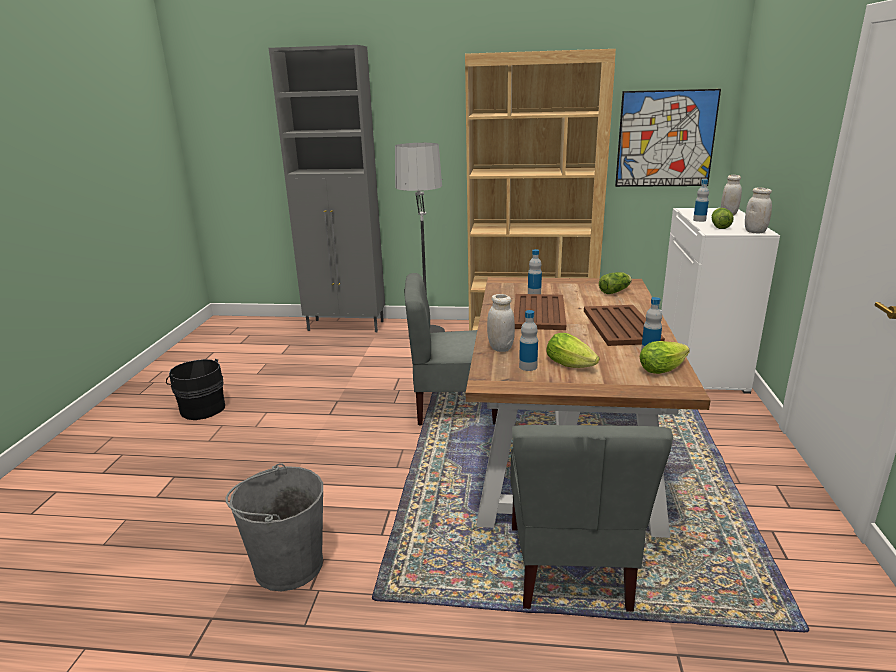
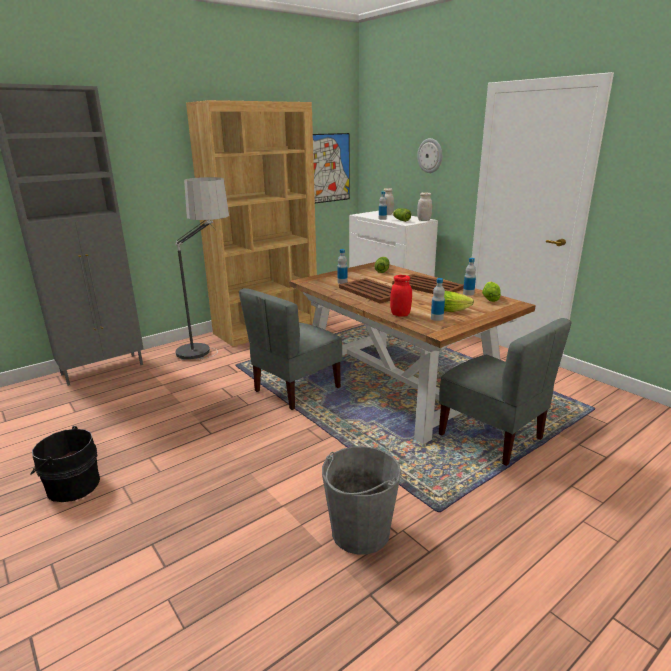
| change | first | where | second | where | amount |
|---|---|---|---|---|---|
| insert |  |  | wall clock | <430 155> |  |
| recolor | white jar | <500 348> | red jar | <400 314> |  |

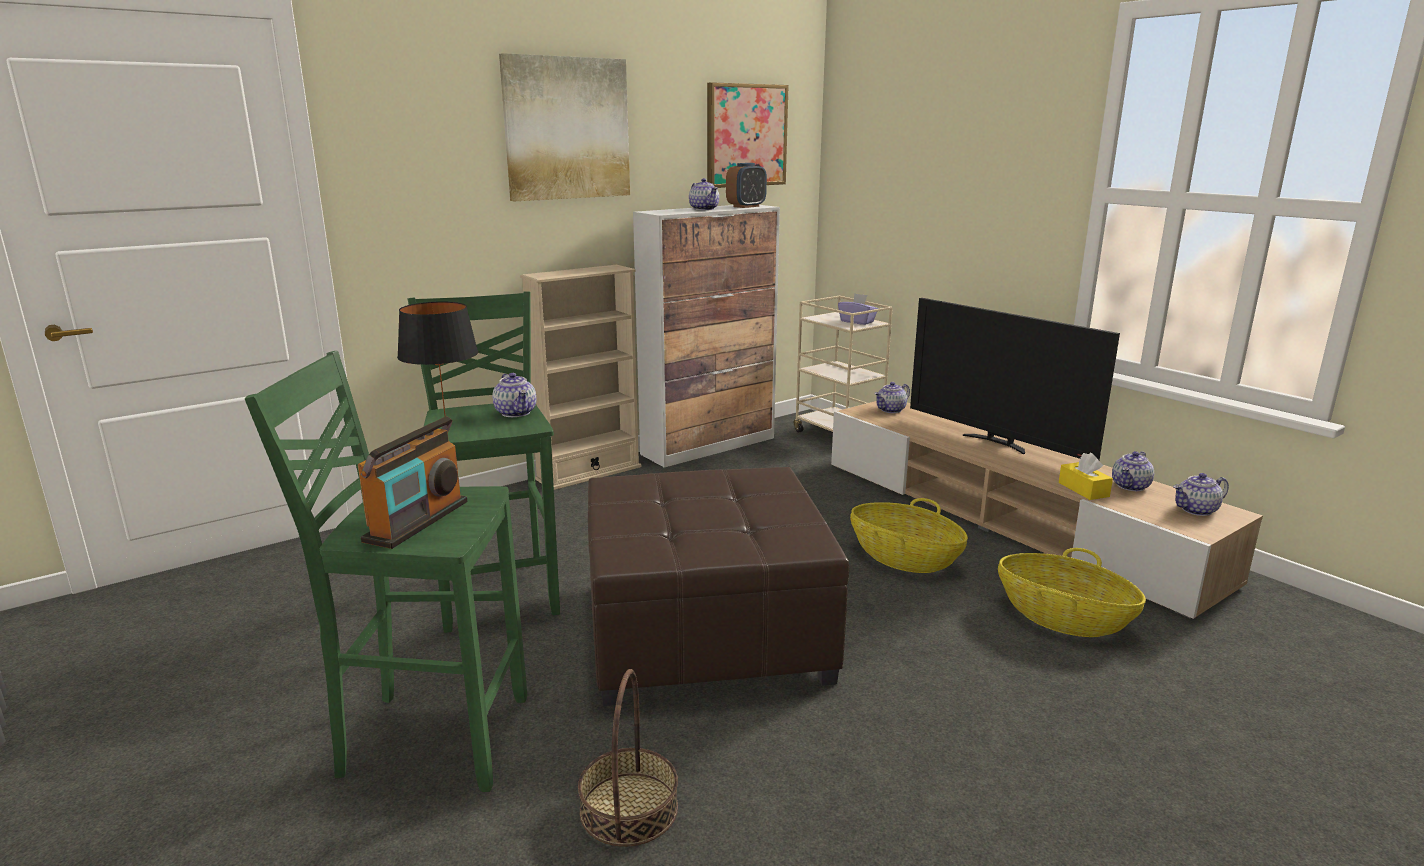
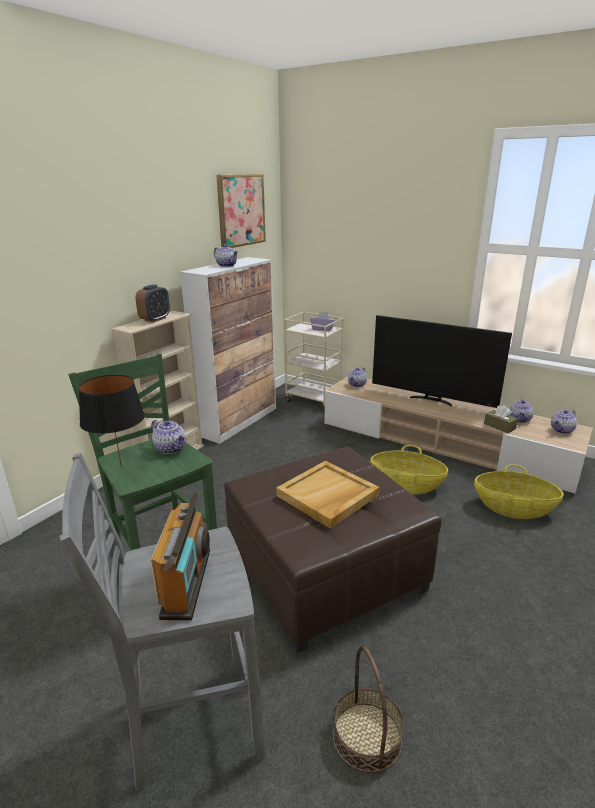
| change | first | where | second | where | amount |
|---|---|---|---|---|---|
| delete | picture | <566 129> |  |  |  |
| insert |  |  | beige tray | <327 496> |  |
| move | alarm clock | <746 206> |  | <155 319> |  |
| recolor | green stool | <431 737> | grey stool | <190 722> |  |
| recolor | yellow tissue box | <1083 489> | brown tissue box | <499 426> |  |

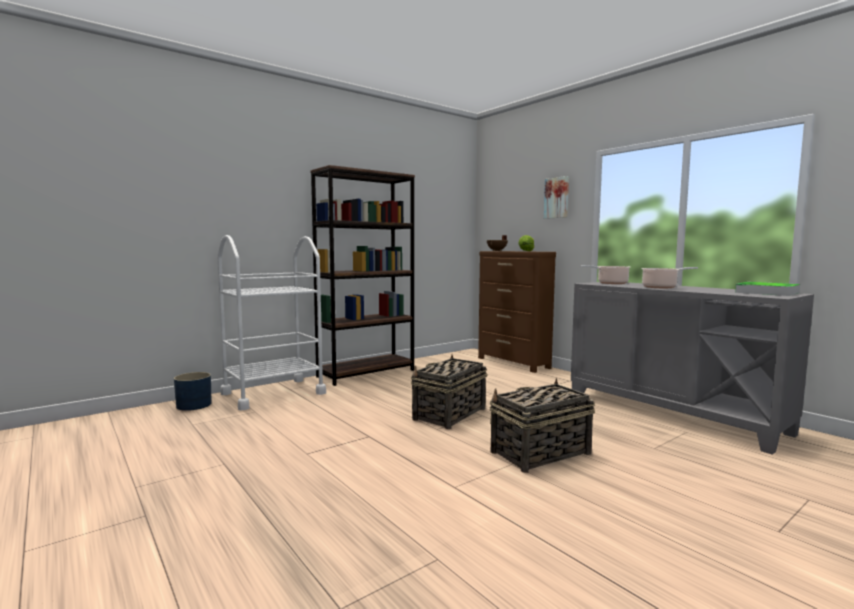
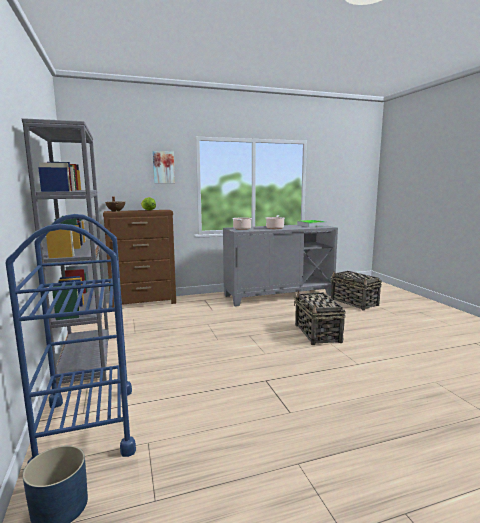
| change | first | where | second | where | amount |
|---|---|---|---|---|---|
| move | basket | <449 414> |  | <354 302> |  |
| recolor | white cart | <273 393> | blue cart | <88 426> |  |
| recolor | brown bookcase | <366 373> | grey bookcase | <85 360> |  |

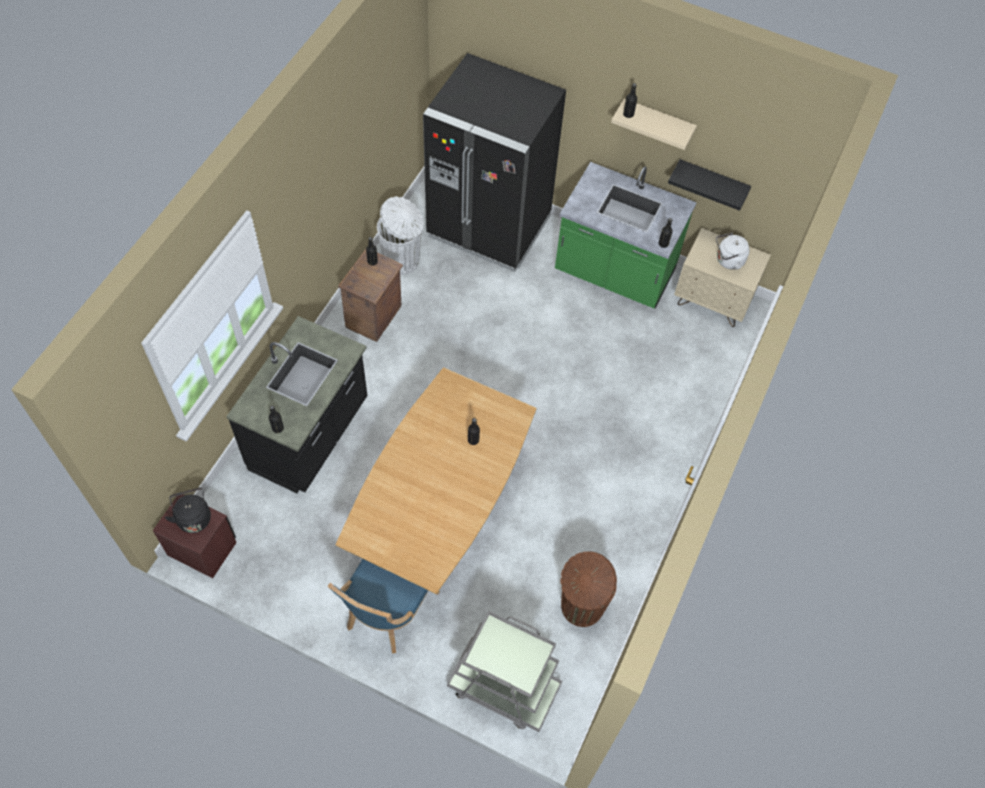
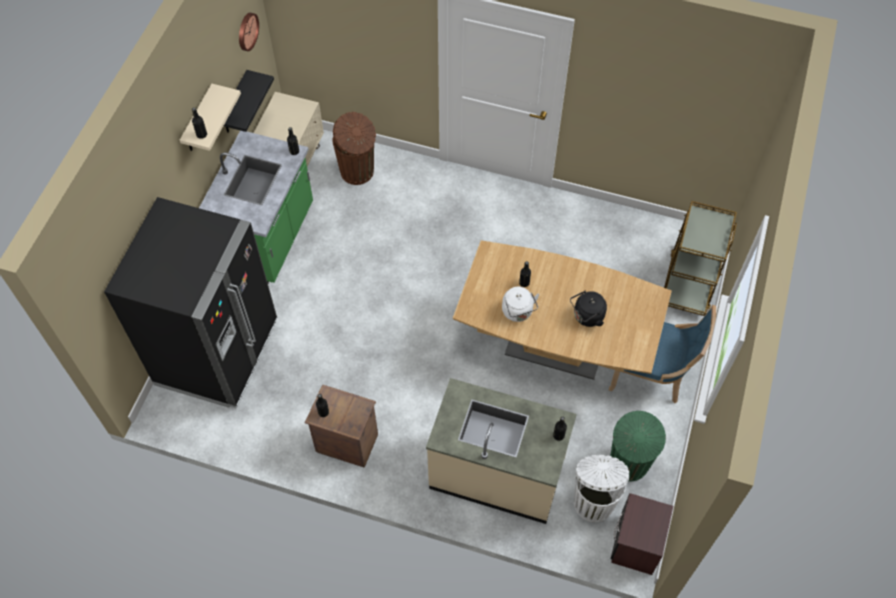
| change | first | where | second | where | amount |
|---|---|---|---|---|---|
| insert |  |  | wall clock | <246 31> |  |
| insert |  |  | green trash can | <628 464> |  |
| move | black kettle | <193 517> |  | <587 317> |  |
| move | white trash can | <402 261> |  | <593 501> |  |
| move | brown trash can | <581 607> |  | <358 172> |  |
| move | white kettle | <728 261> |  | <518 312> |  |
| recolor | black counter | <310 436> | beige counter | <497 473> |  |
| recolor | grey cart | <503 687> | brown cart | <689 282> |  |

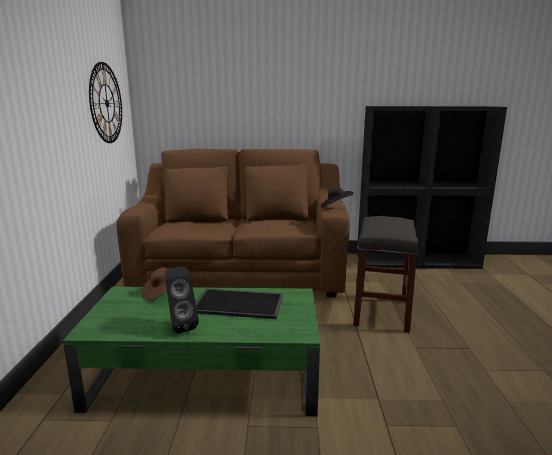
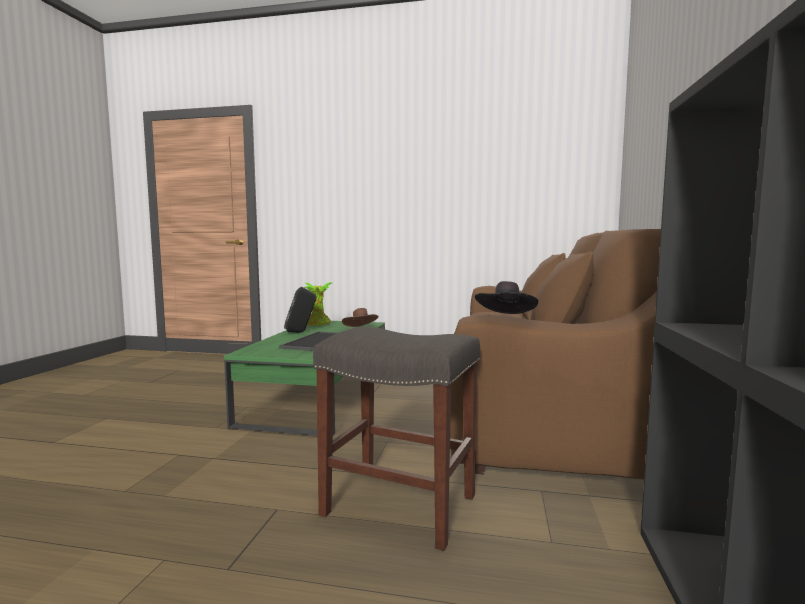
| change | first | where | second | where | amount |
|---|---|---|---|---|---|
| delete | wall clock | <106 103> |  |  |  |
| insert |  |  | potted plant | <318 324> |  |

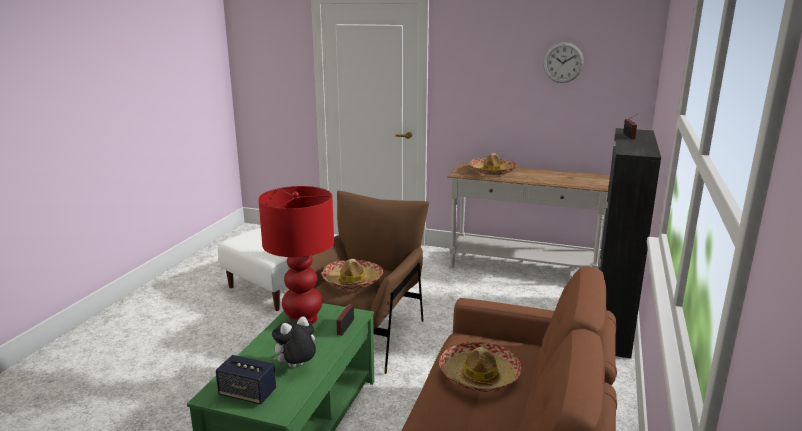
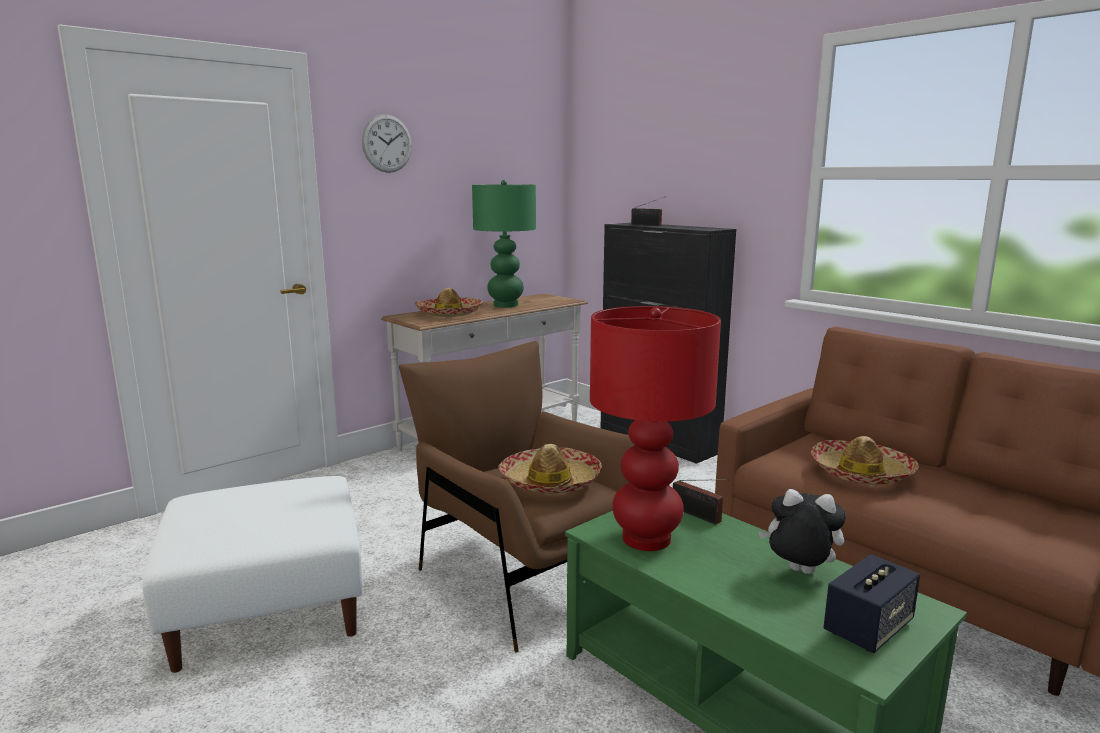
| change | first | where | second | where | amount |
|---|---|---|---|---|---|
| insert |  |  | green table lamp | <506 305> |  |
| move | wall clock | <563 62> |  | <387 143> |  |
| rotate | plush toy | <296 367> |  | <798 573> | 120 degrees clockwise |

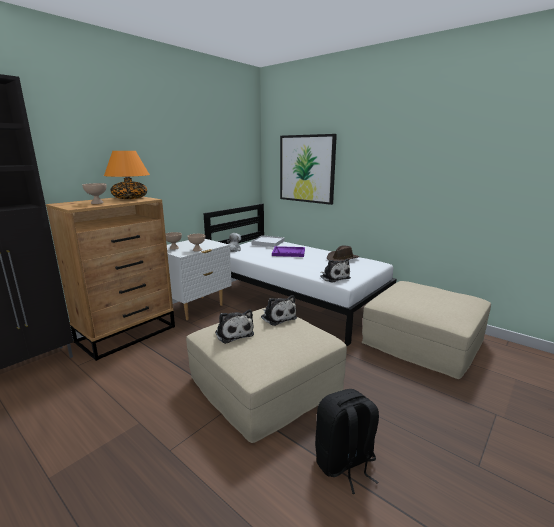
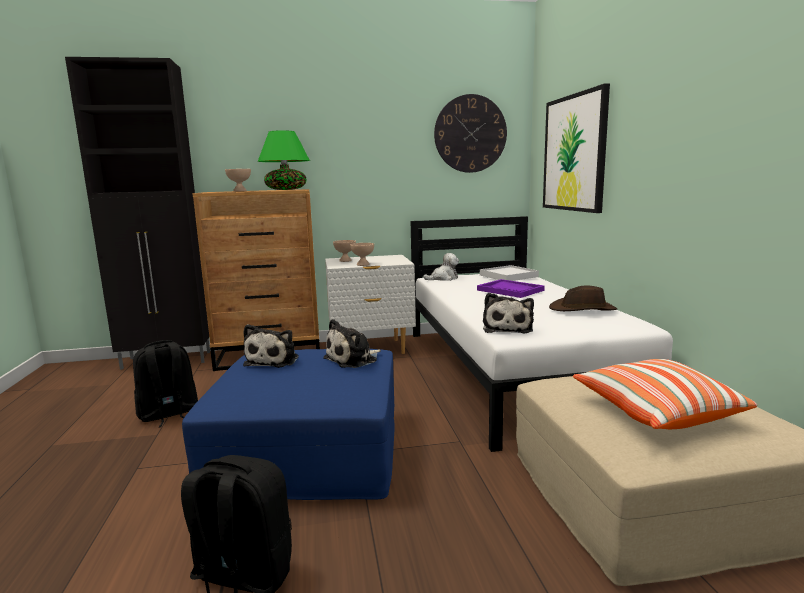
| change | first | where | second | where | amount |
|---|---|---|---|---|---|
| insert |  |  | black backpack | <168 414> |  |
| insert |  |  | wall clock | <470 134> |  |
| insert |  |  | pillow | <655 412> |  |
| recolor | orange table lamp | <130 198> | green table lamp | <286 189> |  |
| recolor | beige ottoman | <264 384> | blue ottoman | <308 450> |  |
| rotate | plush toy | <277 317> |  | <353 359> | 45 degrees clockwise |

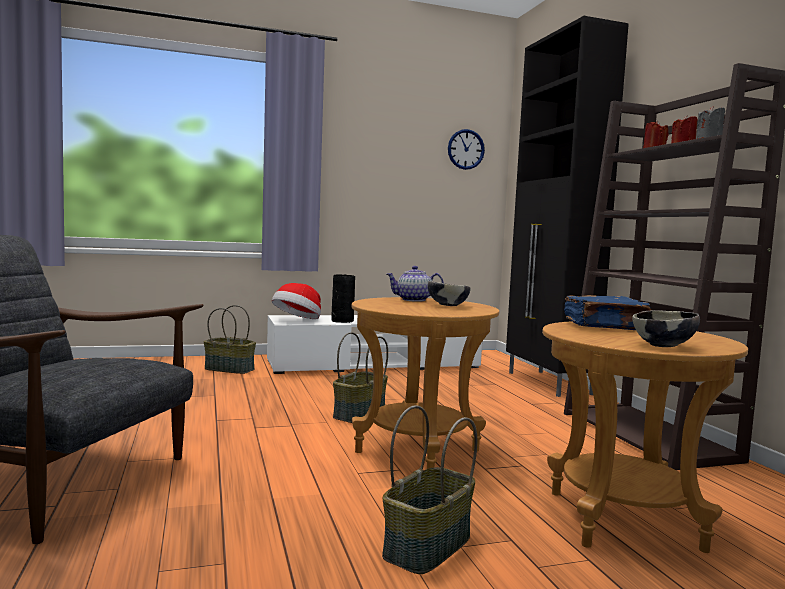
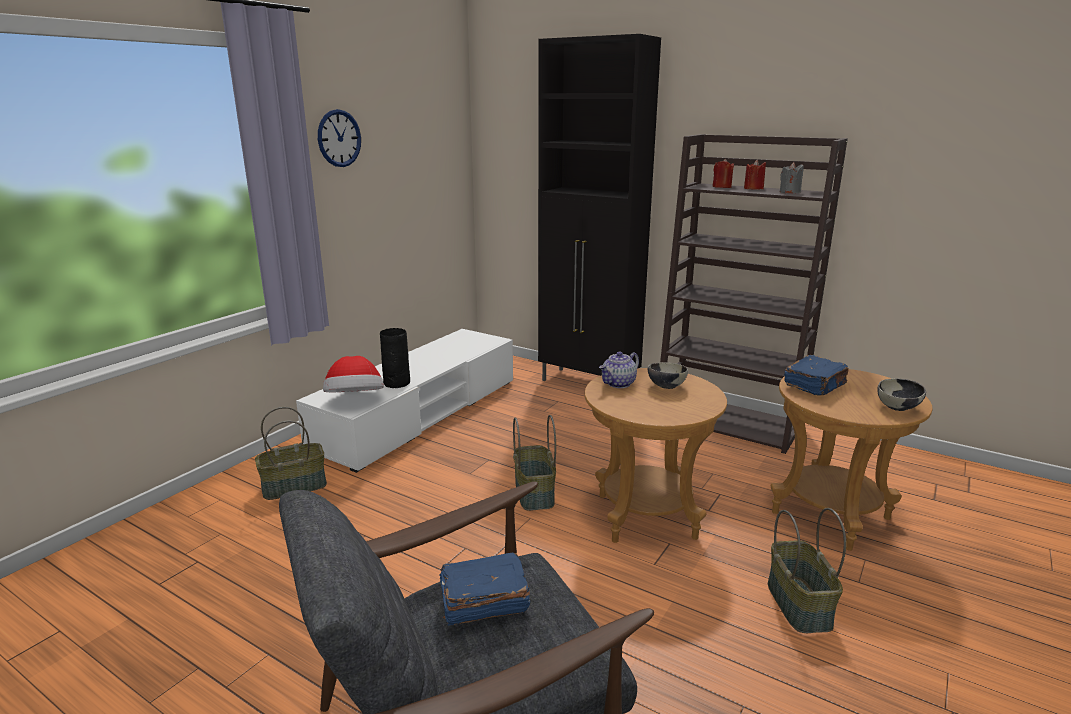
| change | first | where | second | where | amount |
|---|---|---|---|---|---|
| insert |  |  | blue book | <483 602> |  |
| move | wall clock | <466 149> |  | <339 138> |  |

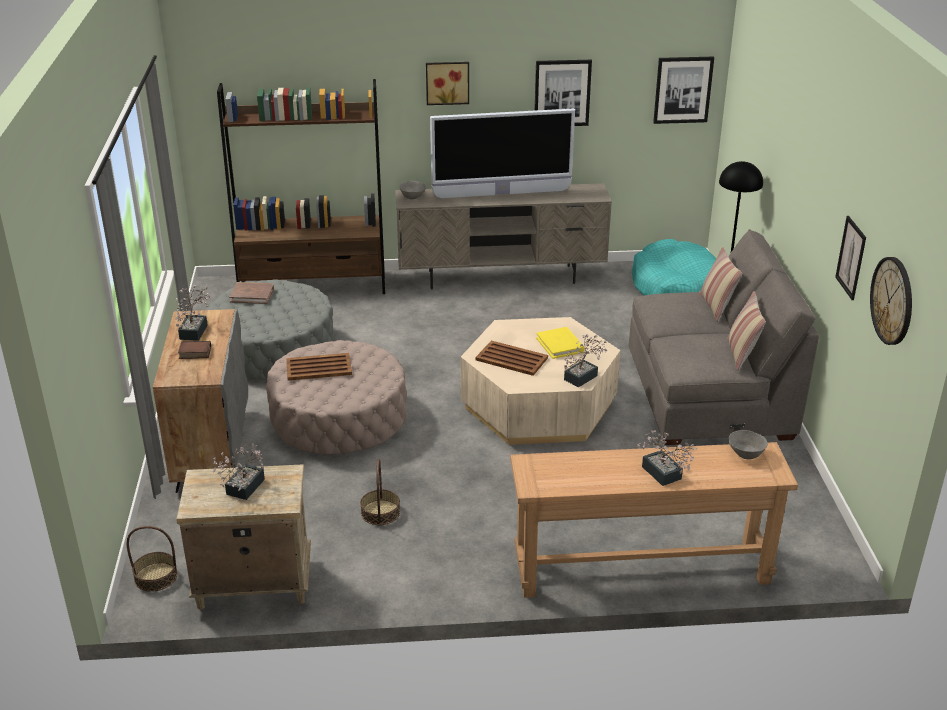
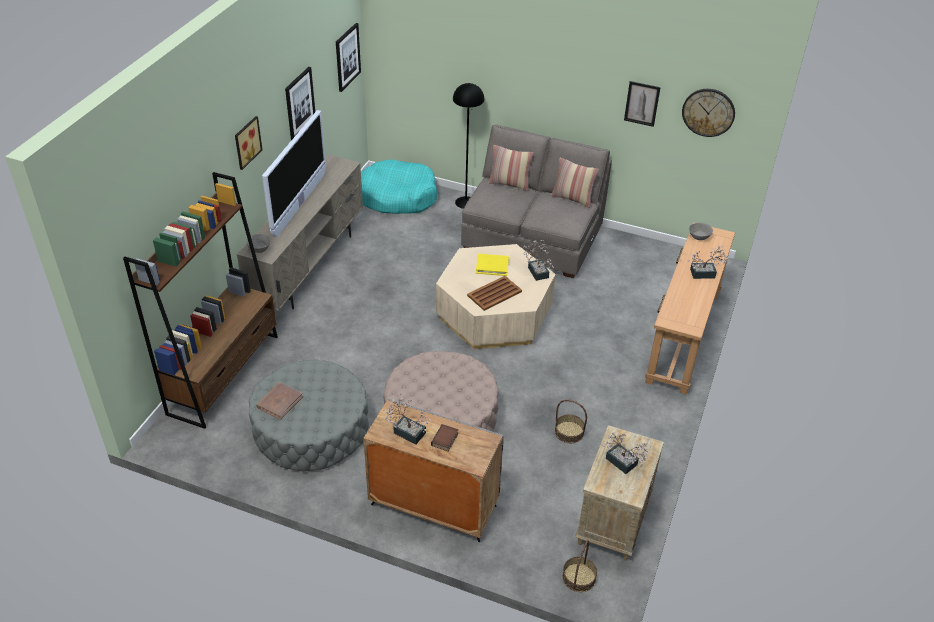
| change | first | where | second | where | amount |
|---|---|---|---|---|---|
| delete | brown tray | <318 367> |  |  |  |

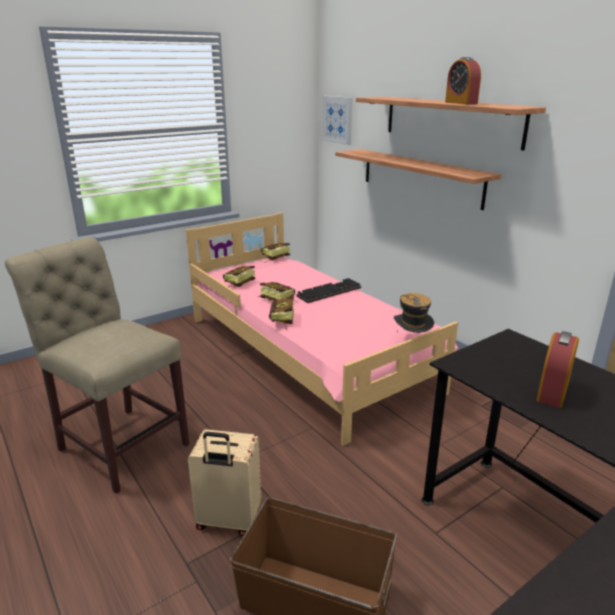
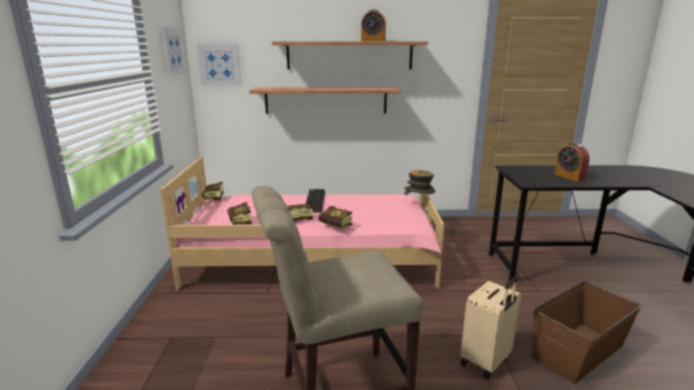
| change | first | where | second | where | amount |
|---|---|---|---|---|---|
| insert |  |  | picture | <172 51> |  |

